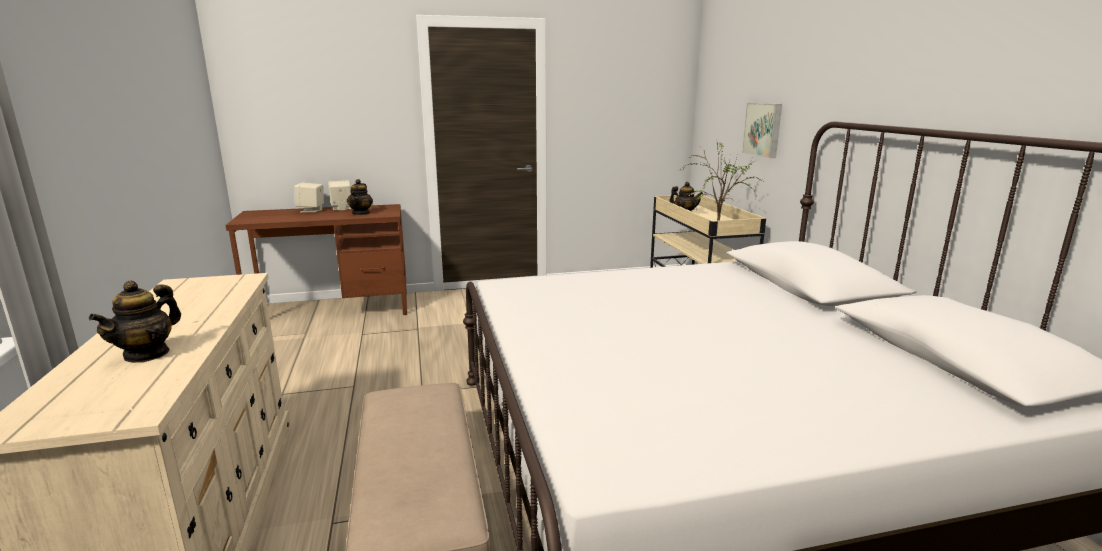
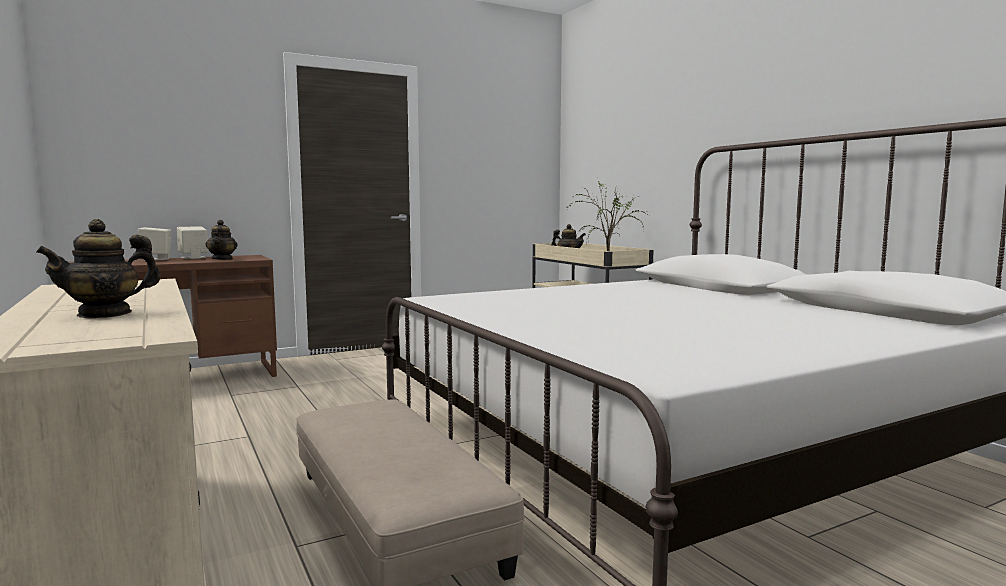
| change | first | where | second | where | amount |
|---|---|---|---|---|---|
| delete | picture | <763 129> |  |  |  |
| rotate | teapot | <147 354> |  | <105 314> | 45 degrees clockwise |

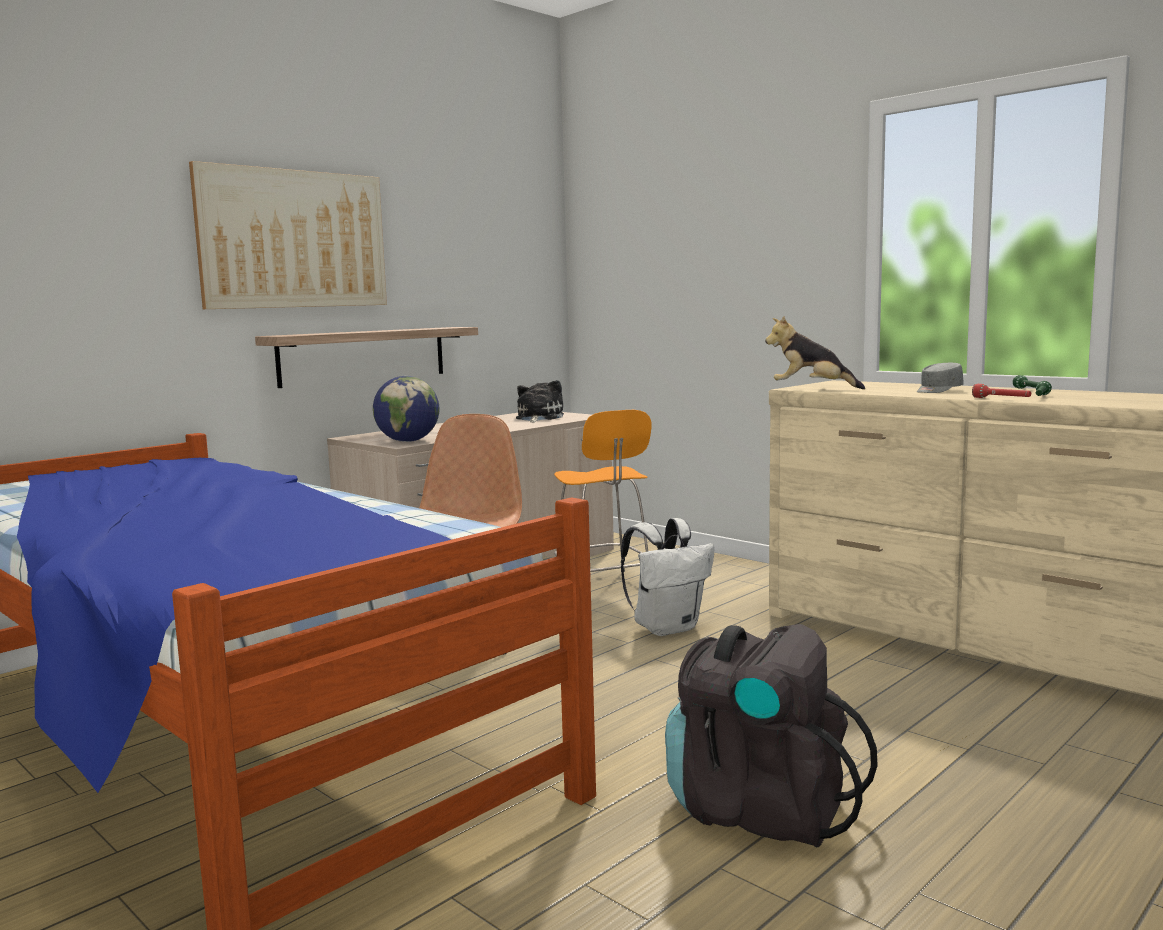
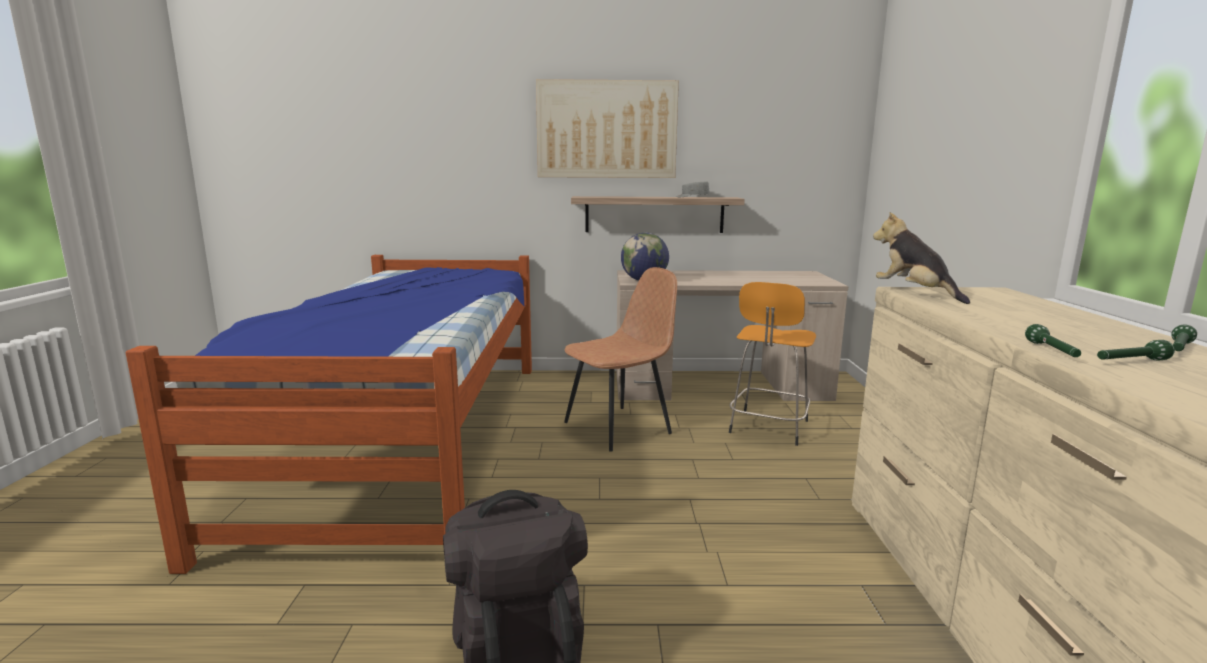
| change | first | where | second | where | amount |
|---|---|---|---|---|---|
| delete | plush toy | <538 418> |  |  |  |
| delete | white backpack | <667 628> |  |  |  |
| move | grey cap | <938 390> |  | <692 197> |  |
| recolor | red flashlight | <1001 399> | green flashlight | <1052 352> |  |

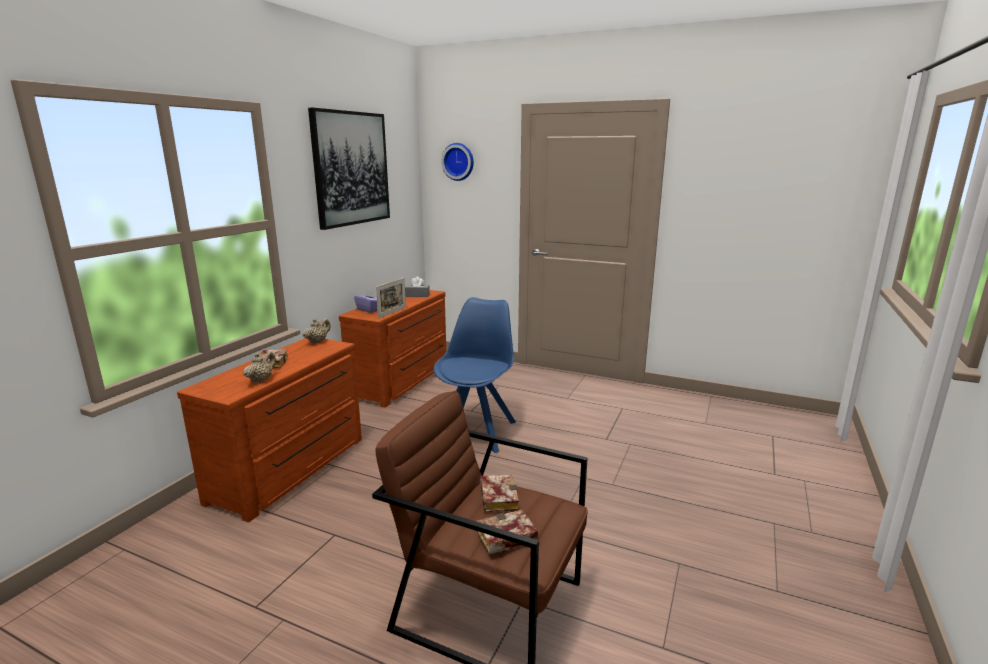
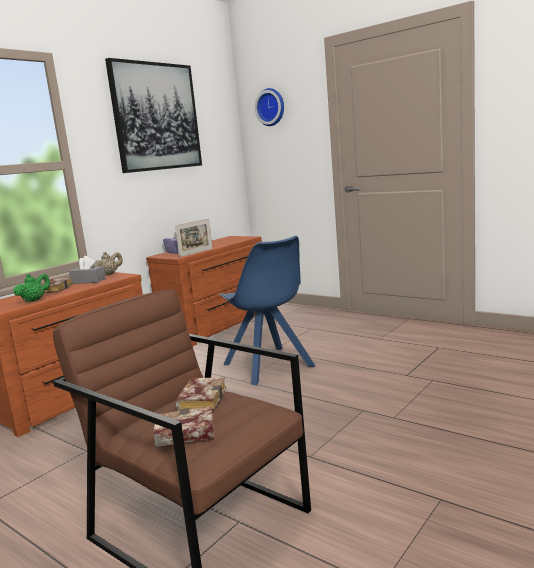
| change | first | where | second | where | amount |
|---|---|---|---|---|---|
| move | grey tissue box | <417 295> |  | <88 281> |  |
| recolor | beige teapot | <261 380> | green teapot | <34 300> |  |
| rotate | blue chair | <476 430> |  | <269 366> | 120 degrees clockwise |

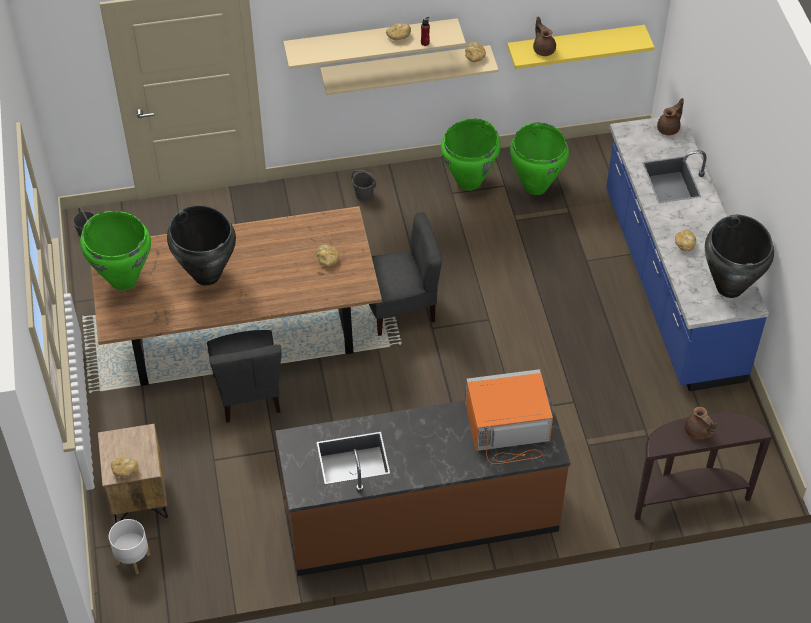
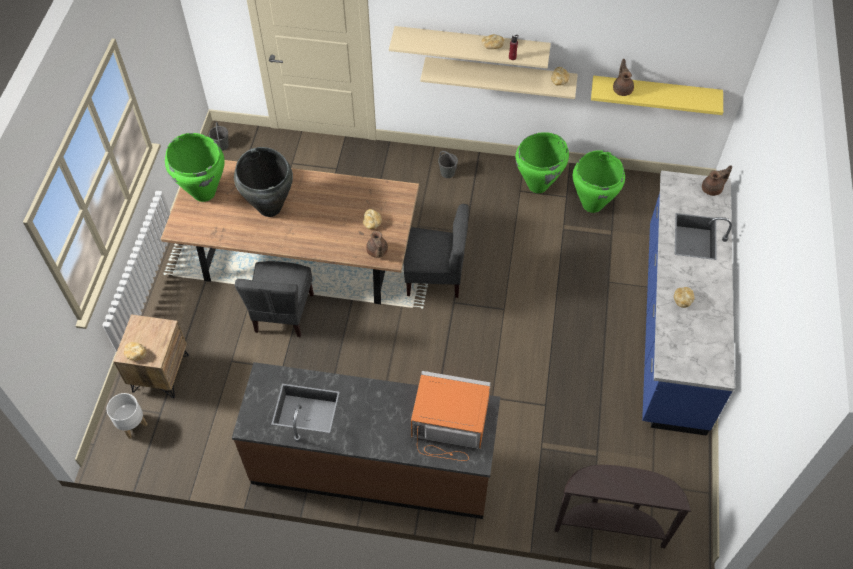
| change | first | where | second | where | amount |
|---|---|---|---|---|---|
| delete | black vase | <730 288> |  |  |  |
| move | brown teapot | <698 431> |  | <377 252> |  |

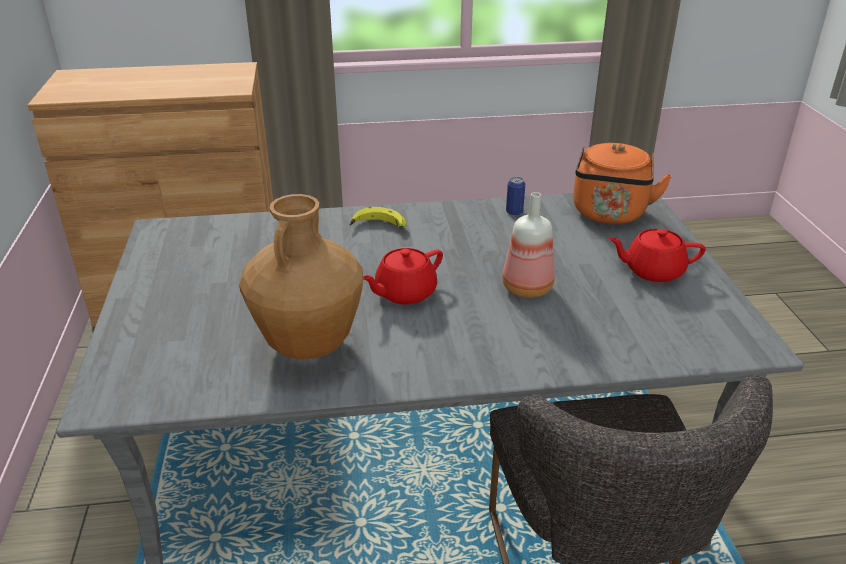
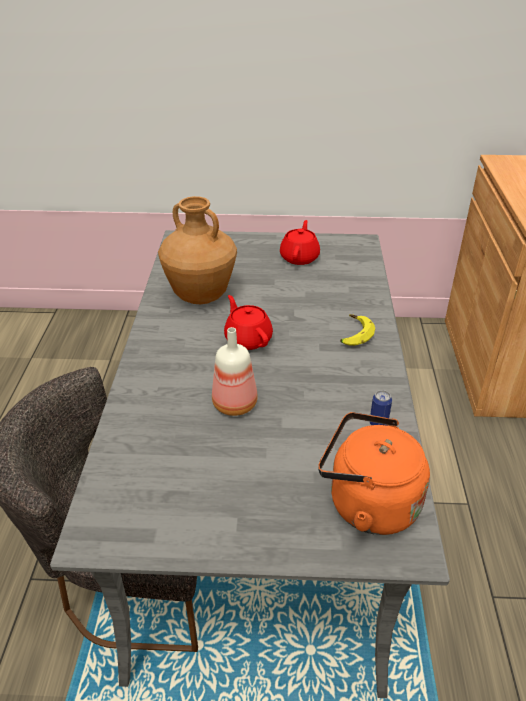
| change | first | where | second | where | amount |
|---|---|---|---|---|---|
| move | red teapot | <652 271> |  | <300 257> |  |

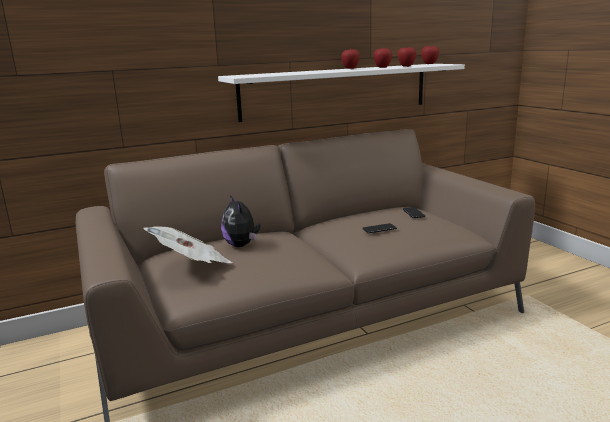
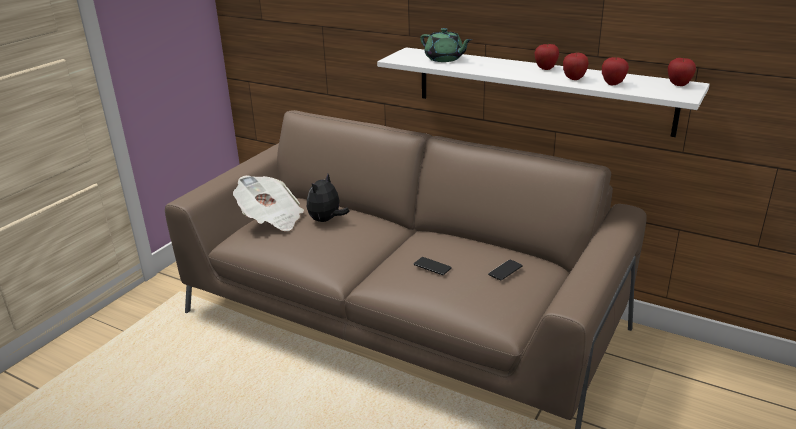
| change | first | where | second | where | amount |
|---|---|---|---|---|---|
| insert |  |  | green teapot | <444 59> |  |

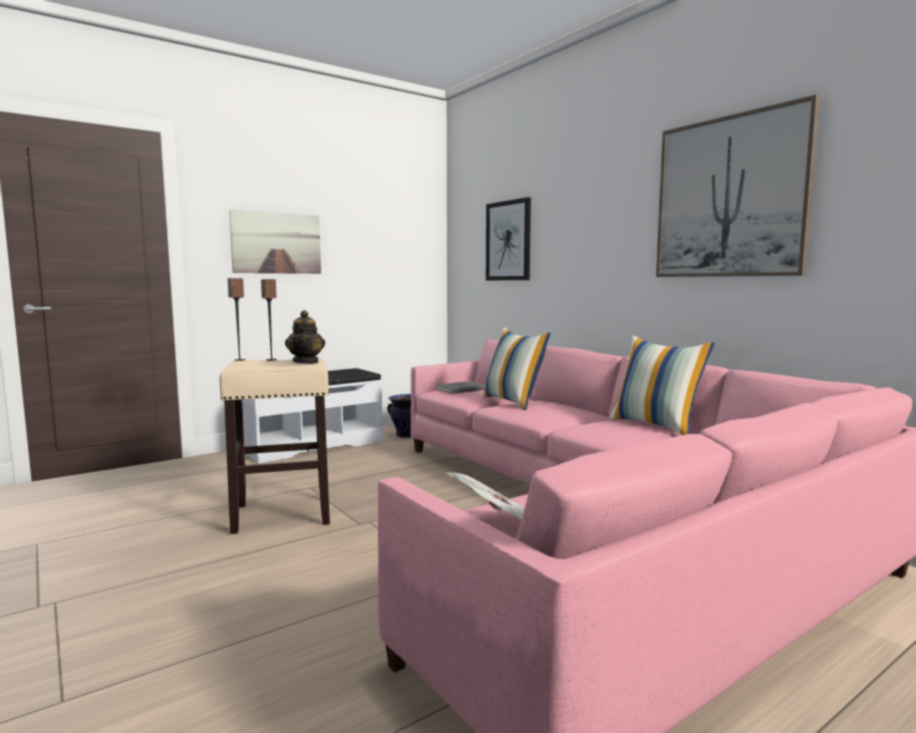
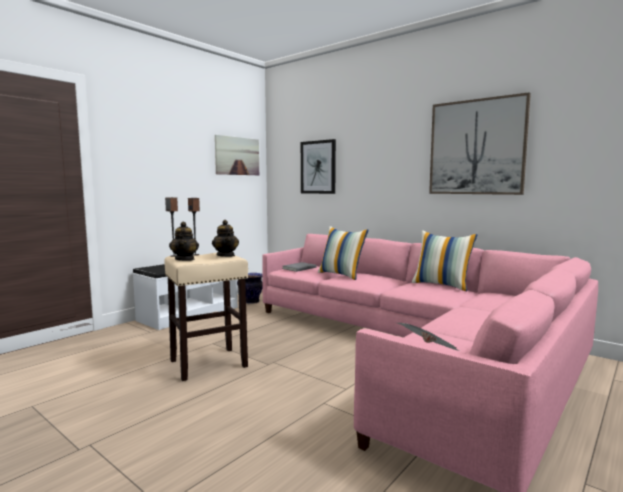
| change | first | where | second | where | amount |
|---|---|---|---|---|---|
| insert |  |  | teapot | <185 259> |  |
| move | picture | <276 243> |  | <237 156> |  |

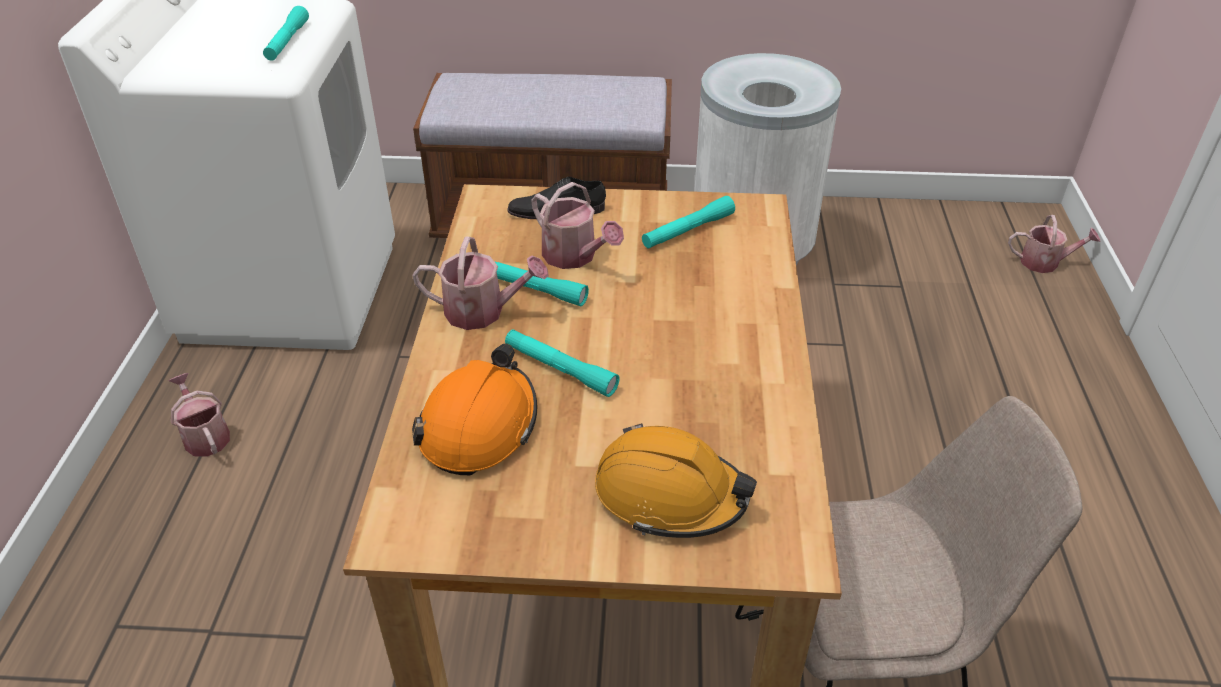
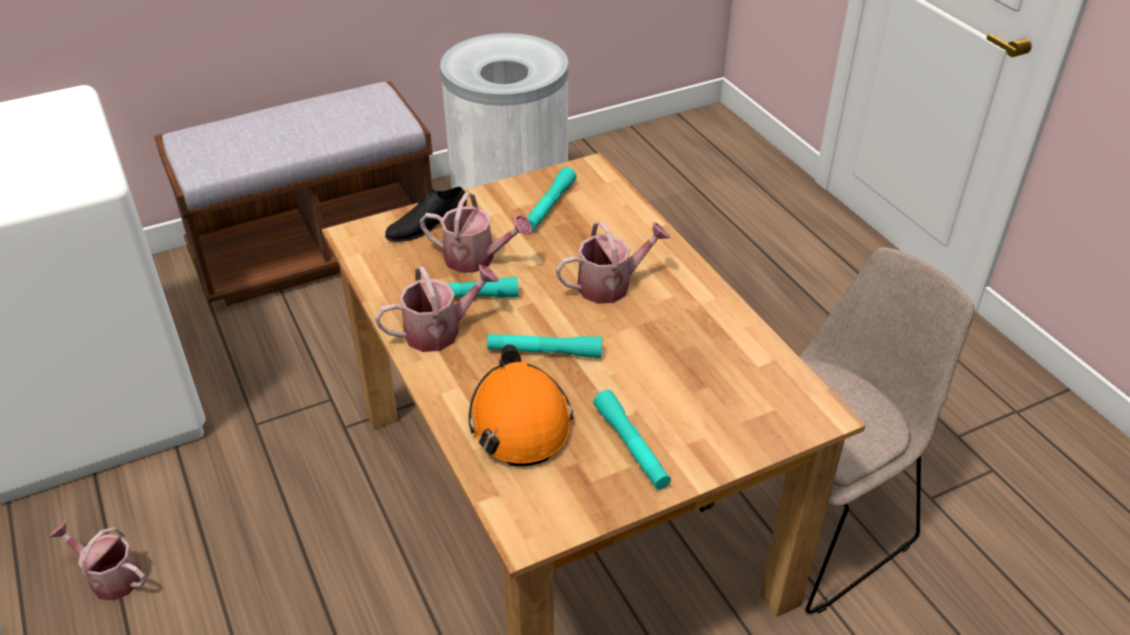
| change | first | where | second | where | amount |
|---|---|---|---|---|---|
| delete | orange hard hat | <670 495> |  |  |  |
| move | turquoise flashlight | <287 41> |  | <631 446> |  |
| move | watering can | <1045 262> |  | <611 285> |  |

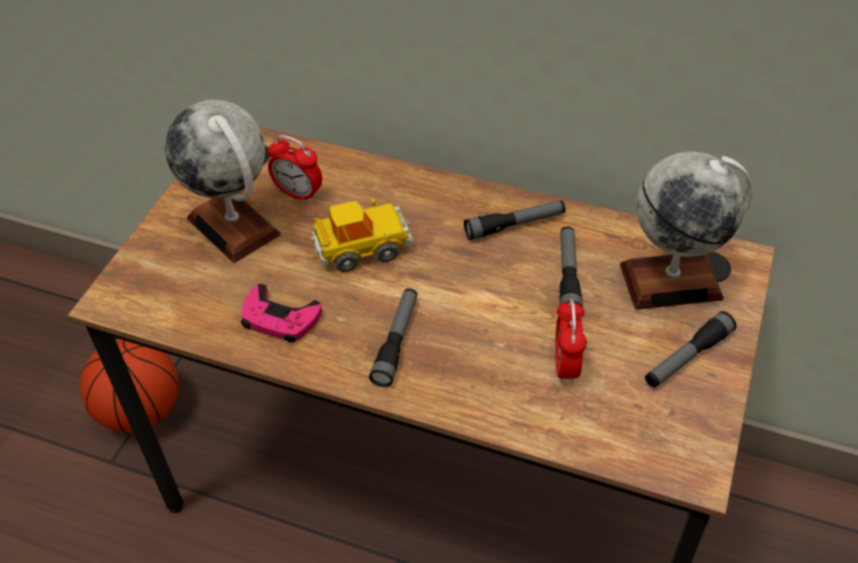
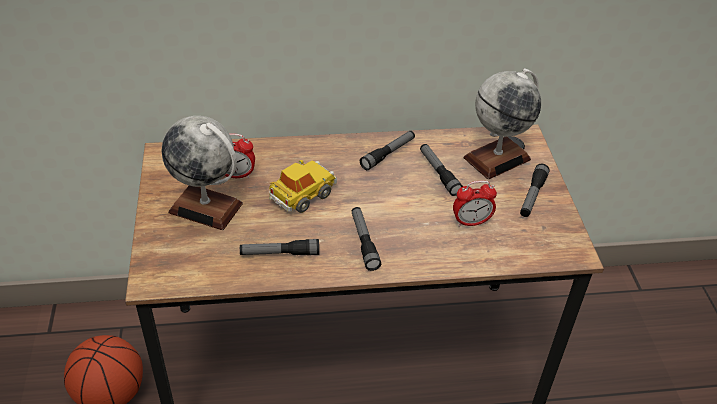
| change | first | where | second | where | amount |
|---|---|---|---|---|---|
| replace | pink game controller | <279 319> | flashlight | <279 253> |  |
| rotate | alarm clock | <565 365> |  | <471 222> | 75 degrees counterclockwise |

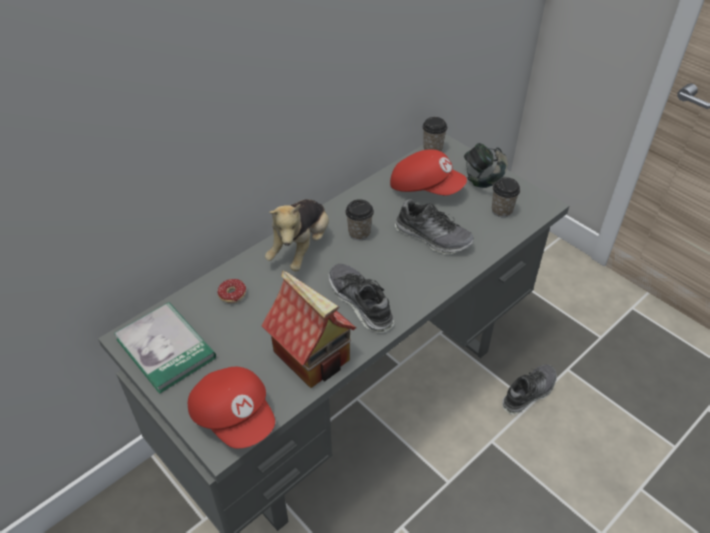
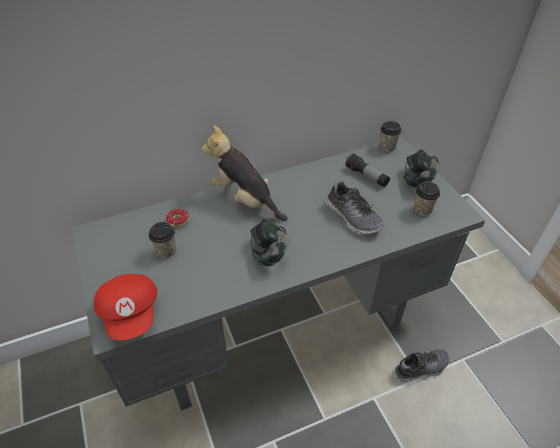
| change | first | where | second | where | amount |
|---|---|---|---|---|---|
| delete | book | <166 348> |  |  |  |
| delete | toy house | <313 356> |  |  |  |
| move | cup | <359 233> |  | <166 251> |  |
| replace | shoe | <360 303> | headphones | <269 253> |  |
| replace | red cap | <425 187> | flashlight | <366 176> |  |
| rotate | plush toy | <301 248> |  | <245 199> | 90 degrees clockwise |

